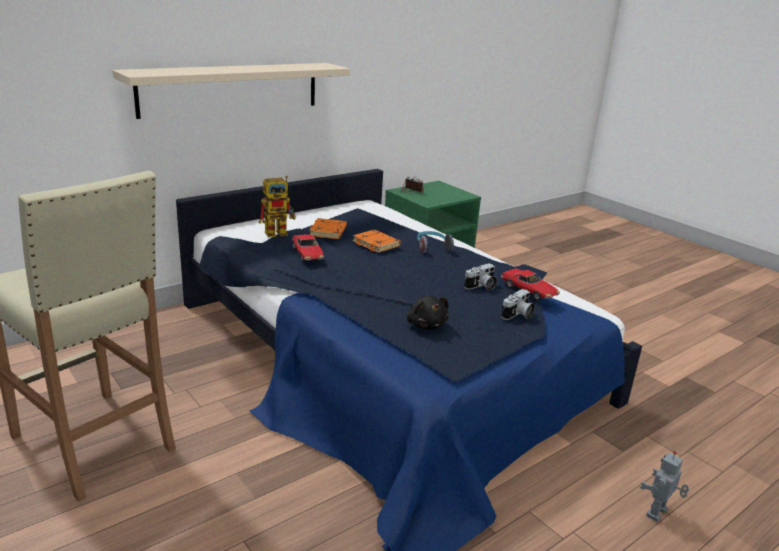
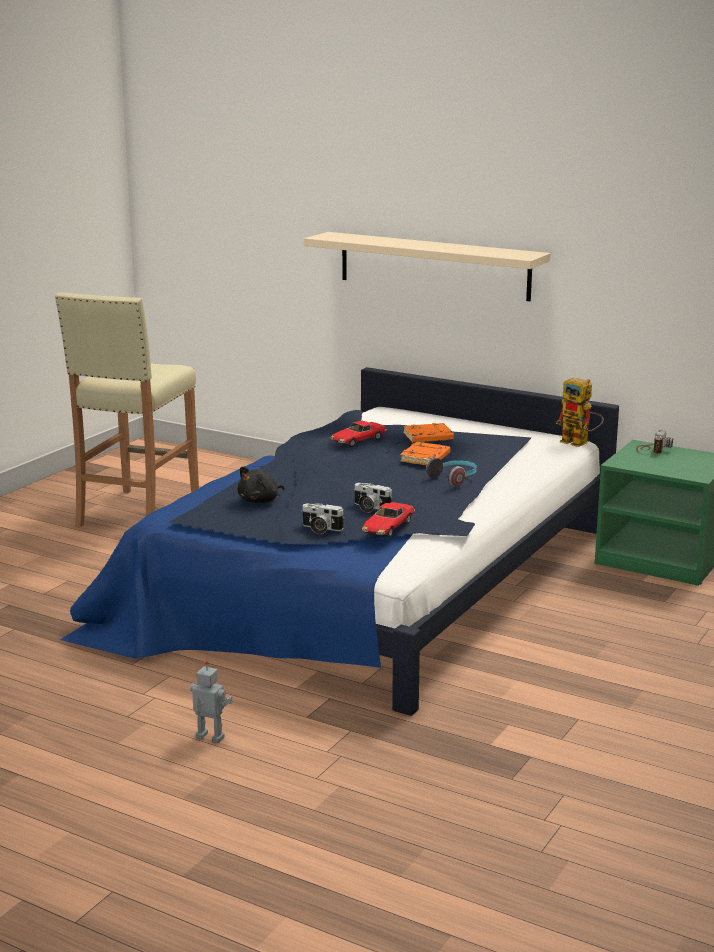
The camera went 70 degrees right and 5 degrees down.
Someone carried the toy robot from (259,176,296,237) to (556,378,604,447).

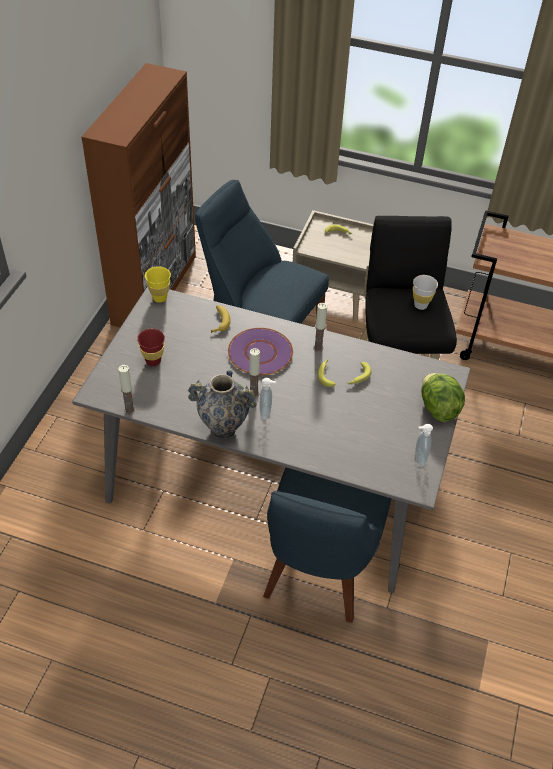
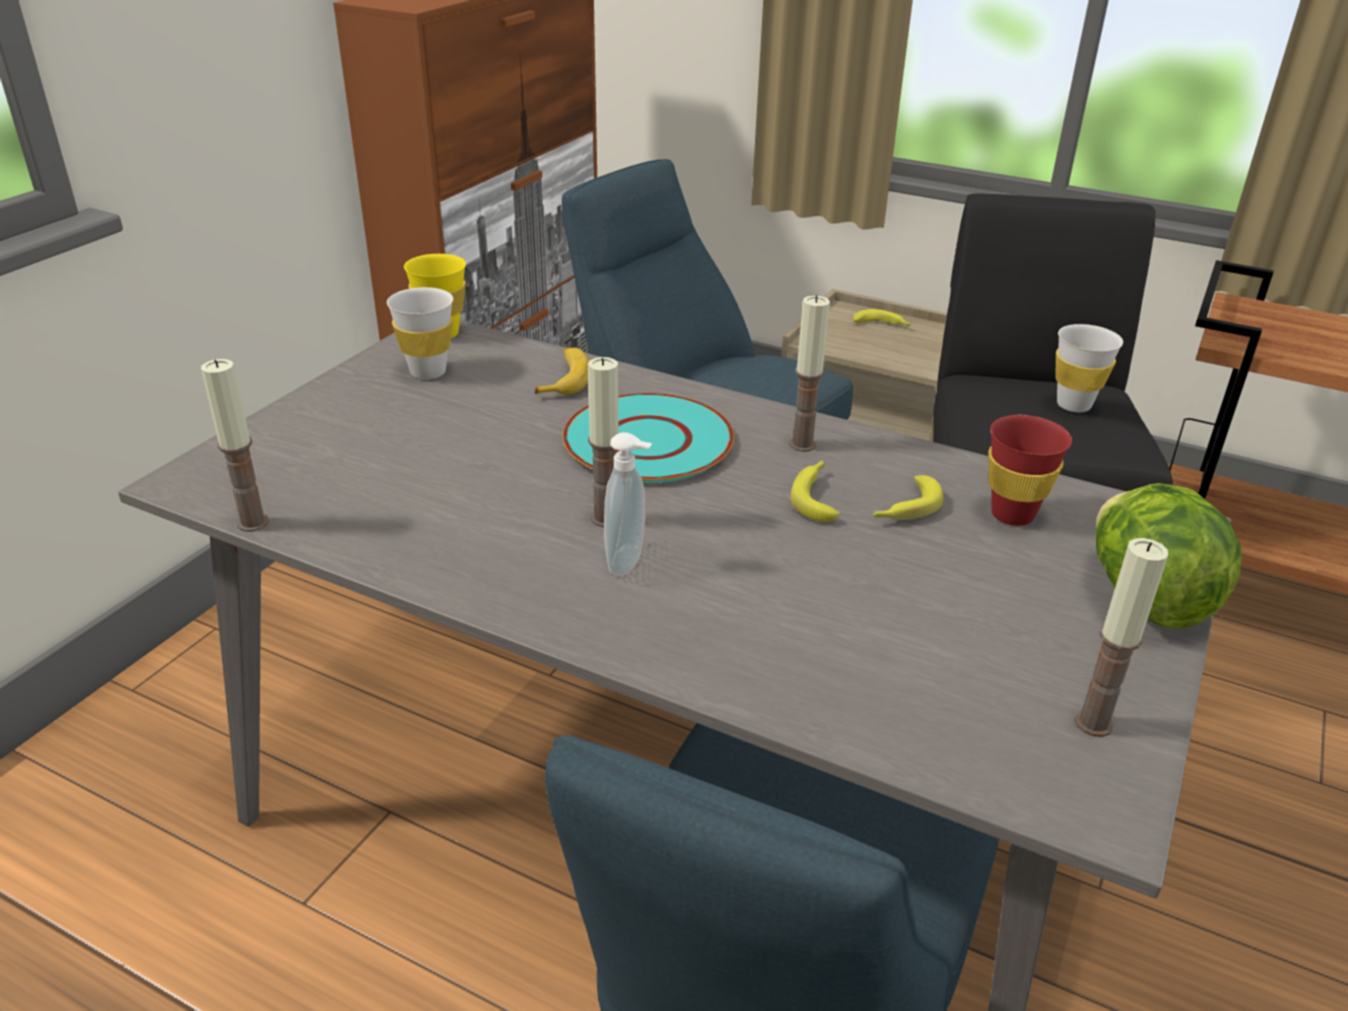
The camera went 10 degrees right and 15 degrees down.
Someone carried the cup/red from (137,329,165,366) to (988,415,1072,526).
Someone took away the vase at (188,370,257,439).
Someone repainted the plate/purple at (228,328,293,375), which became the plate/turquoise at (562,393,734,483).
Someone swapped the soap dispenser at (415,424,433,466) for the candle at (1074,538,1169,737).
Someone put down the cup/white at (387,287,453,379).

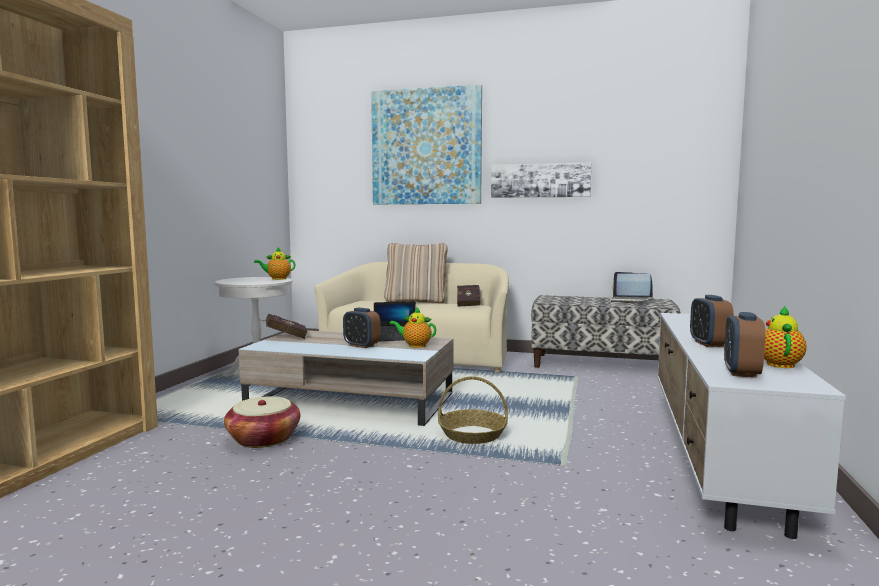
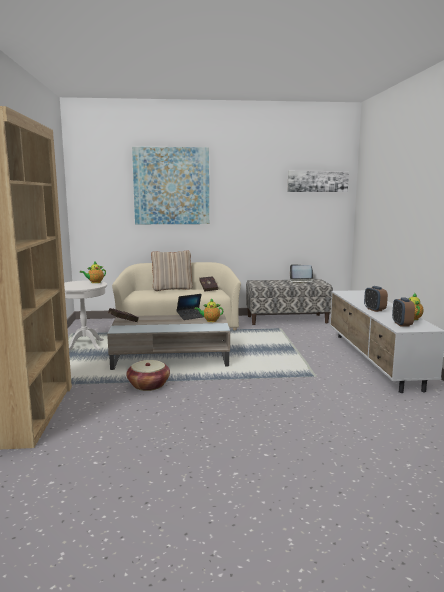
The camera went 20 degrees left and 5 degrees up.
Someone took away the alarm clock at (343,308,381,348).
Someone took away the basket at (438,376,508,444).
Someone carried the picture from (491,163,591,198) to (288,171,349,192).

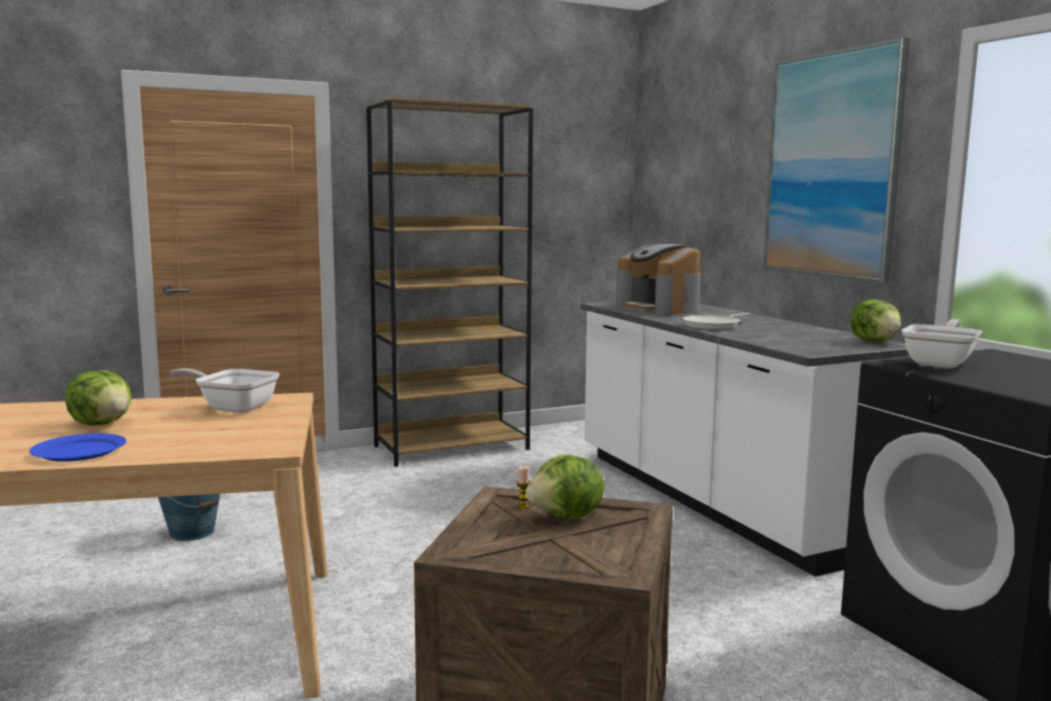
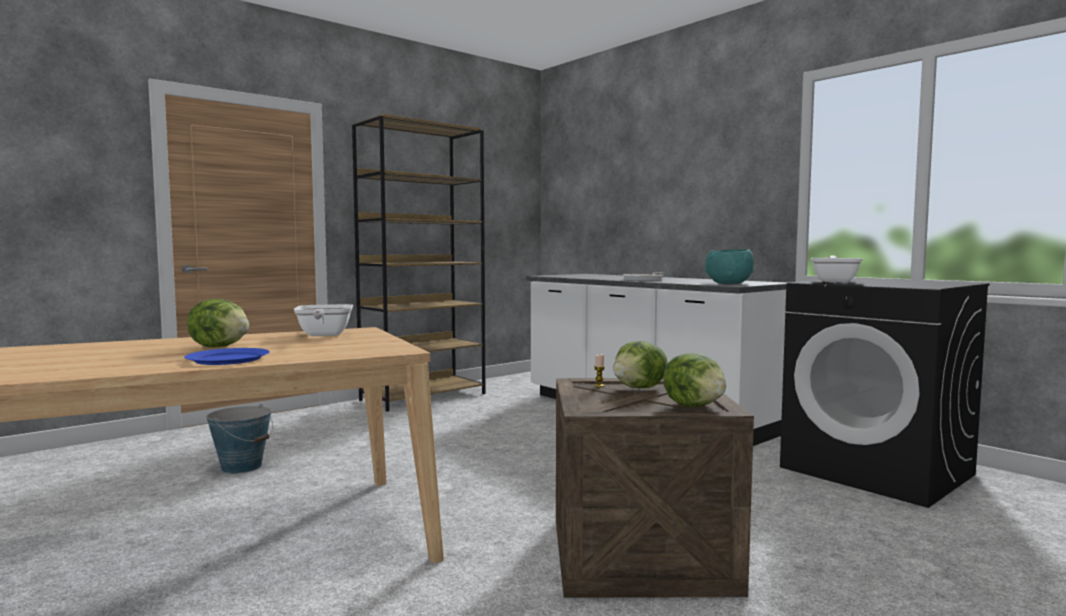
The camera went 15 degrees left and 5 degrees down.
Someone rotated the frying pan at (170,368,280,413) by 105 degrees counterclockwise.
Someone took away the coffee machine at (616,244,701,315).
Someone took away the picture at (763,37,910,283).
Someone carried the lettuce from (850,299,901,342) to (663,353,726,407).
Someone put down the bowl/turquoise at (705,249,754,284).

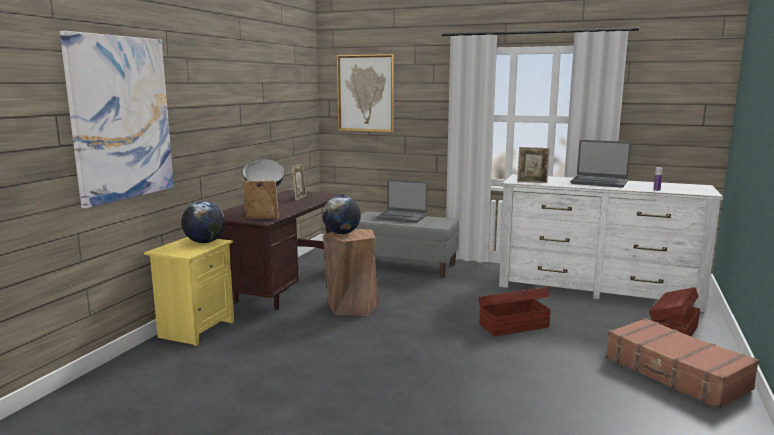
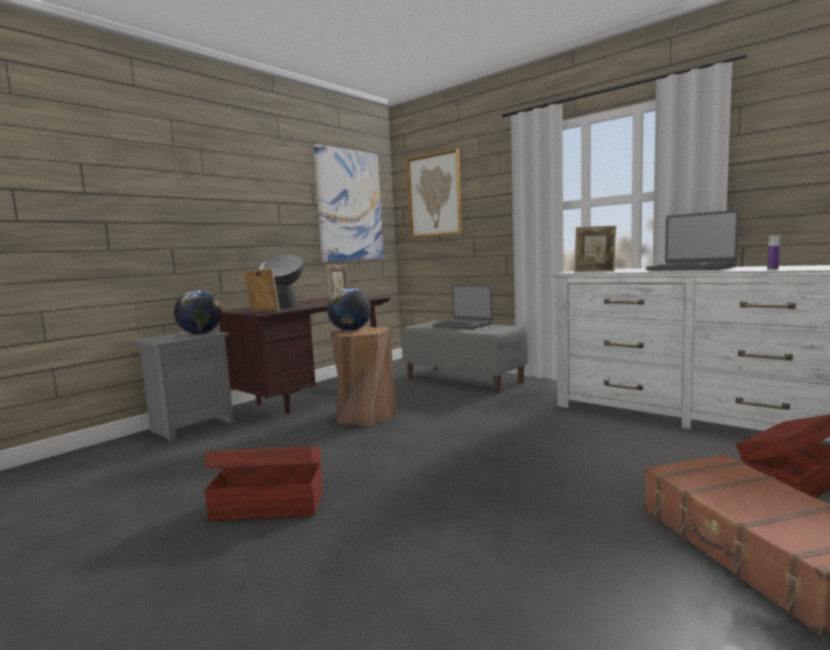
The camera went 20 degrees right and 5 degrees down.
Someone carried the picture from (60,31,174,208) to (313,144,384,261).
Someone repainted the nightstand/yellow at (144,237,234,346), which became the nightstand/grey at (132,331,234,442).
Someone carried the storage box/brown from (478,287,550,336) to (204,446,323,521).

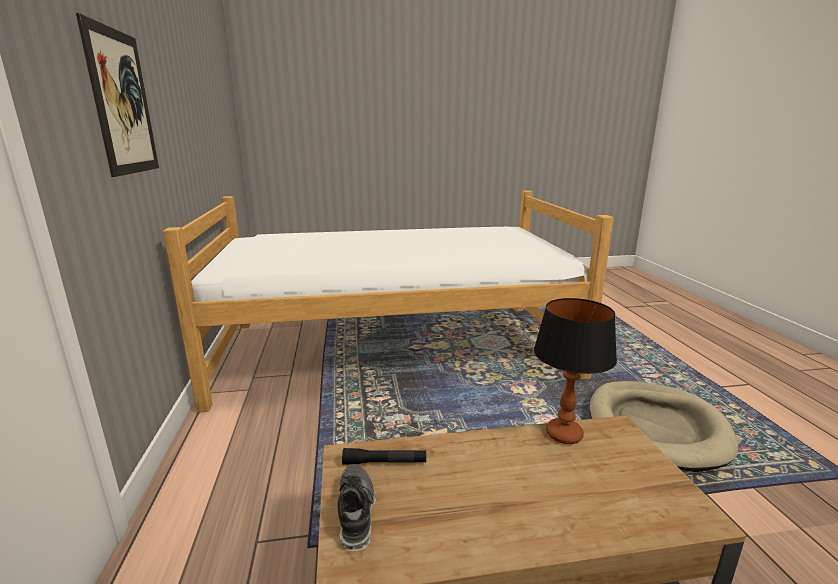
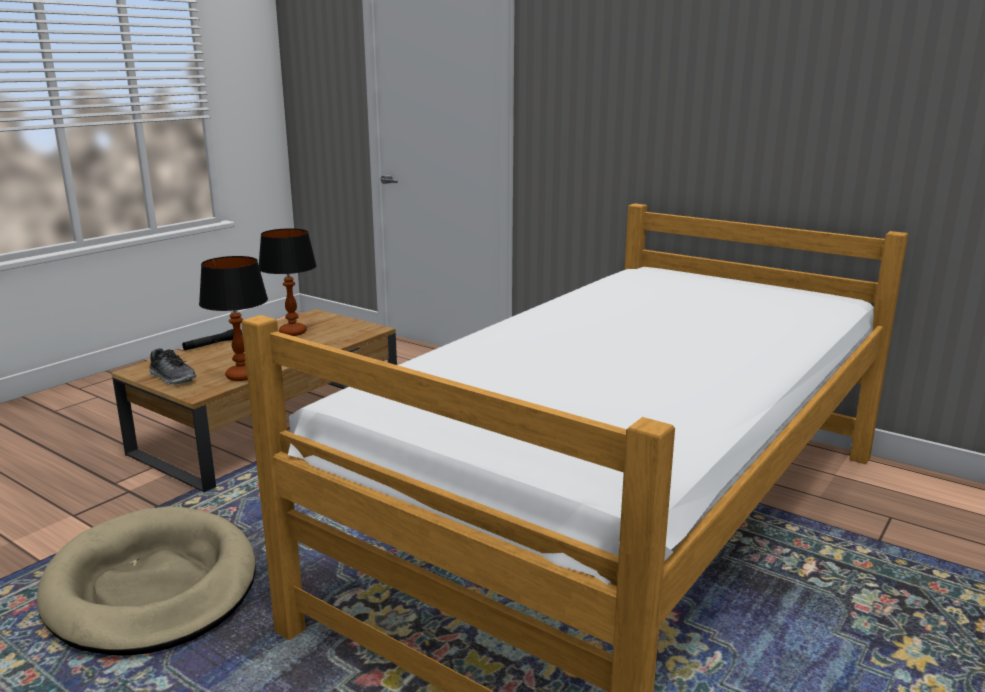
The camera went 135 degrees right and 0 degrees up.
Someone took away the picture at (76,13,159,177).
Someone carried the shoe from (337,464,376,551) to (149,348,196,385).
Someone carried the flashlight/black from (342,448,426,465) to (182,329,242,351).
Someone put down the table lamp at (259,228,317,336).

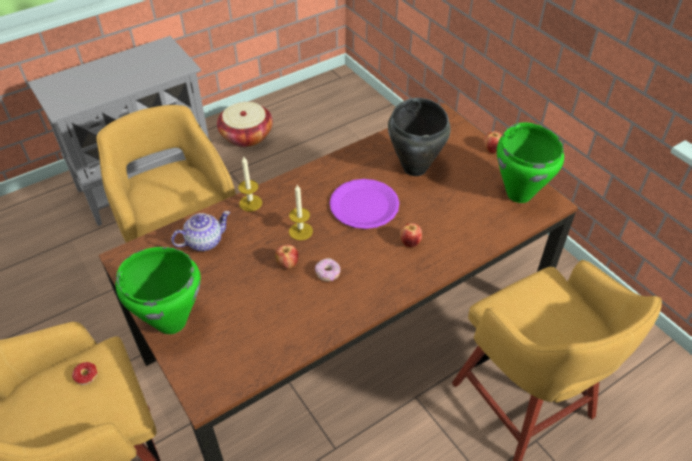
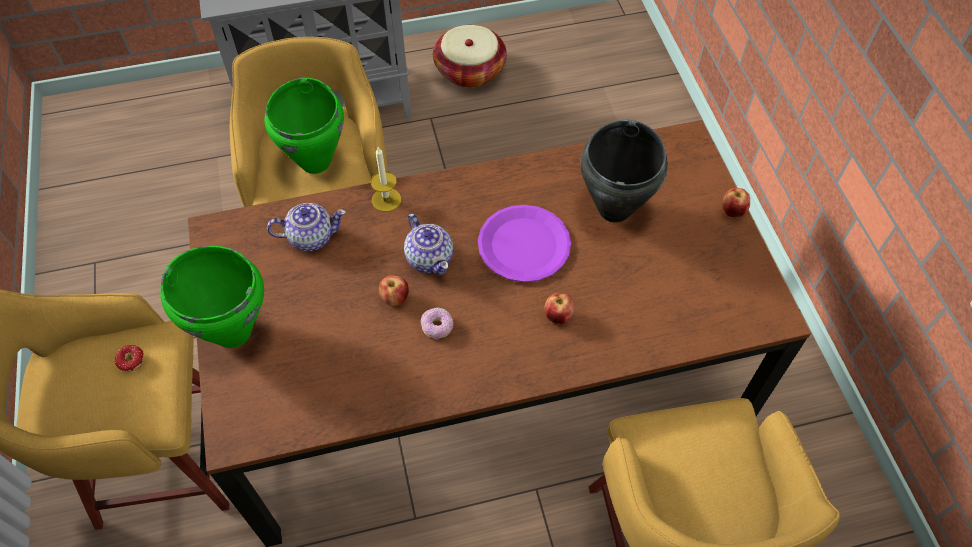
The camera went 20 degrees right and 10 degrees up.
Someone swapped the candle at (289,185,313,240) for the teapot at (404,213,453,275).
Someone carried the cooking pot/green from (497,123,564,203) to (264,78,344,174).

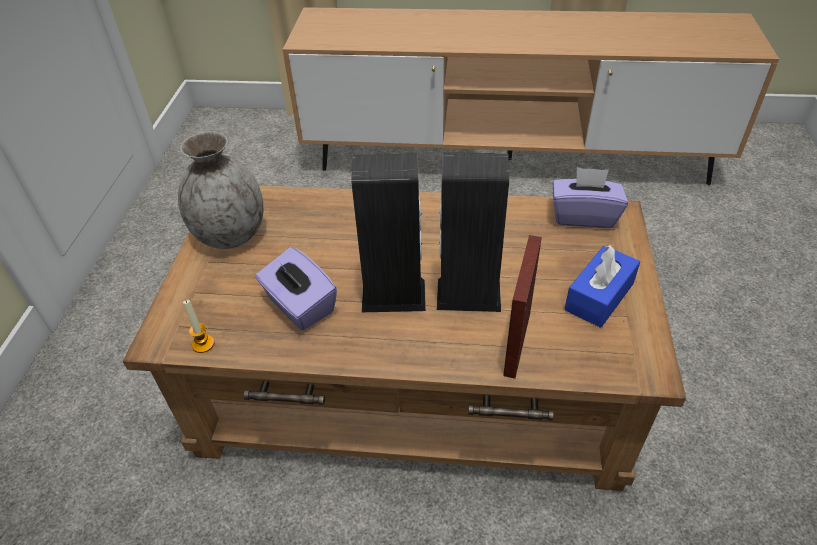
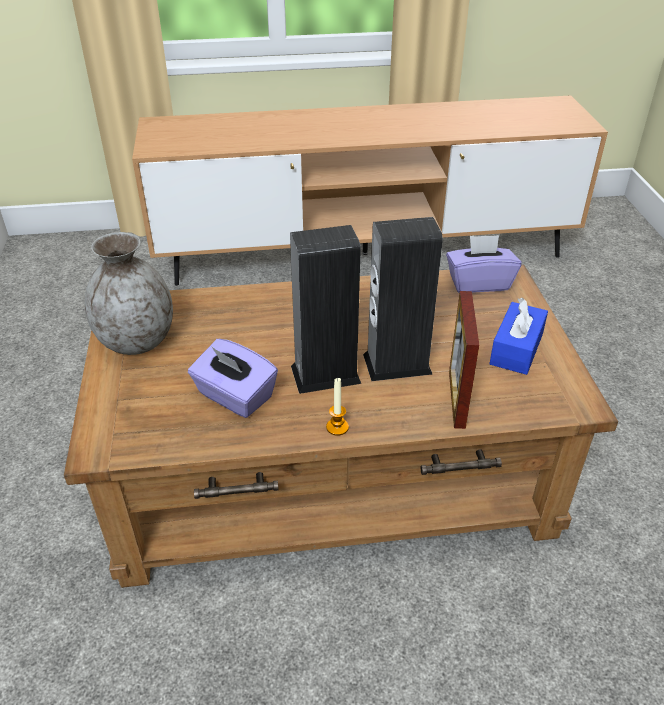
The camera went 15 degrees left and 5 degrees down.
Someone carried the candle from (183,300,215,353) to (326,378,349,436).

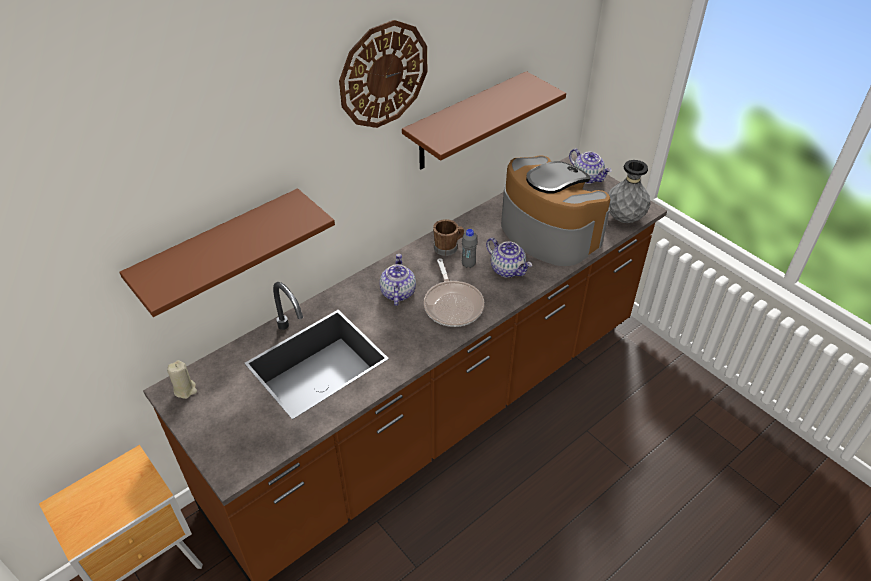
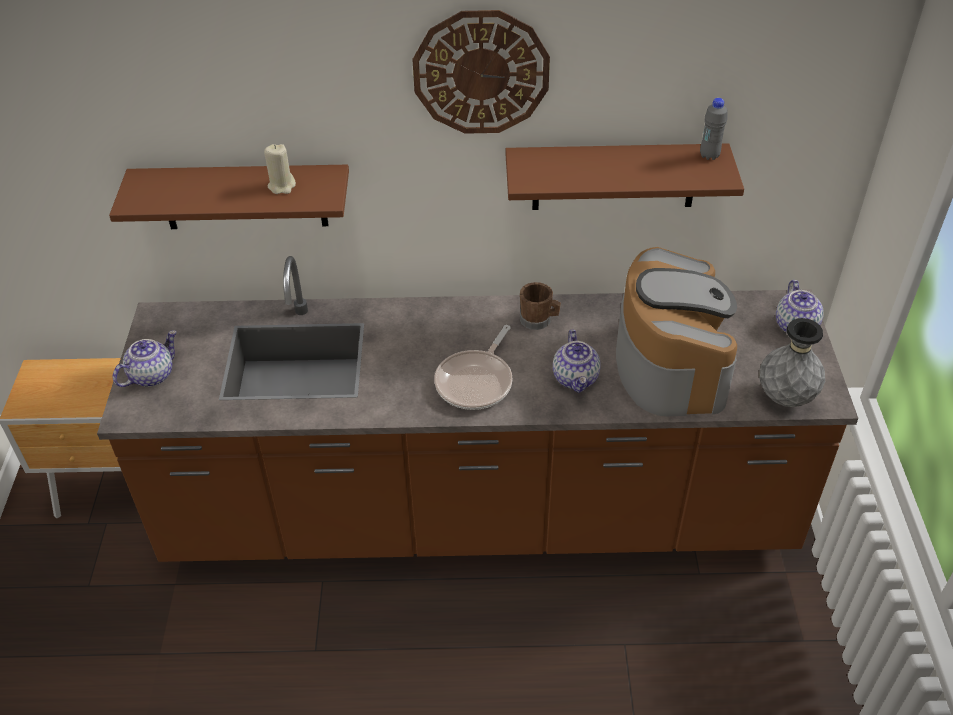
The camera went 40 degrees right and 0 degrees up.
Someone carried the candle/beige from (167,360,197,399) to (264,144,296,194).
Someone carried the teapot from (380,254,416,306) to (113,330,177,387).
Someone carried the bottle/grey from (462,229,477,268) to (700,98,728,160).

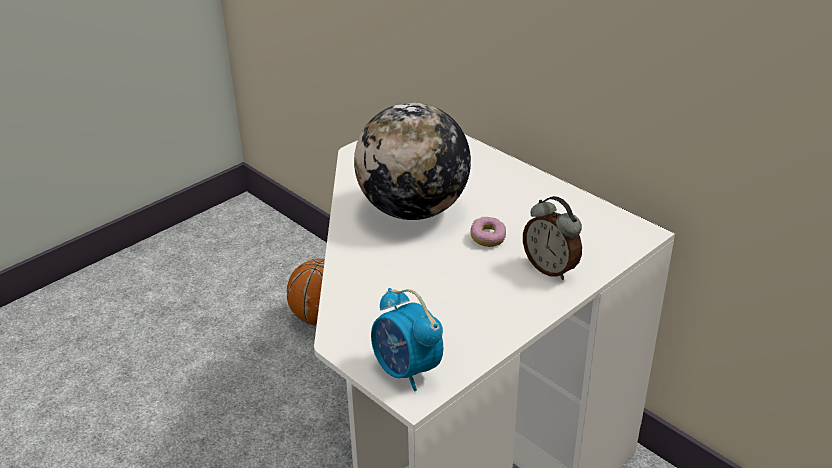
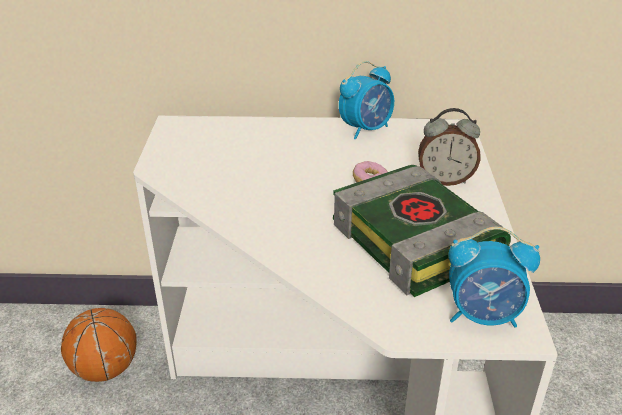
The camera went 45 degrees left and 0 degrees up.
Someone took away the globe at (354,102,471,220).
Someone put down the book at (333,165,511,297).
Someone put down the alarm clock at (339,61,394,140).

